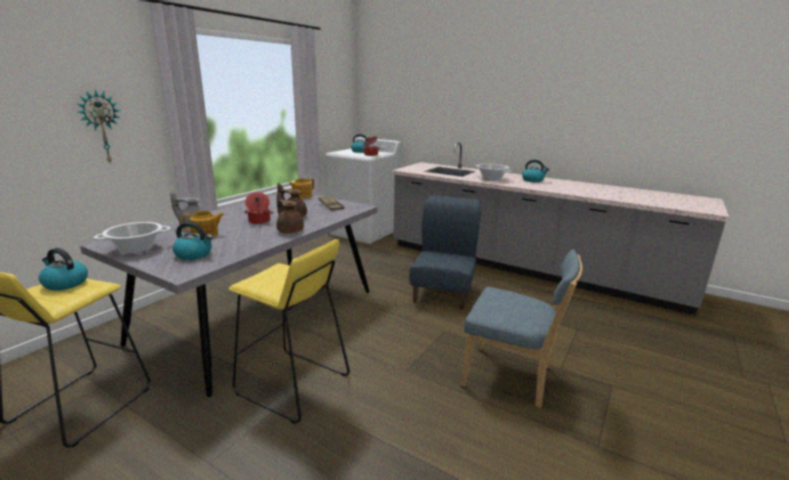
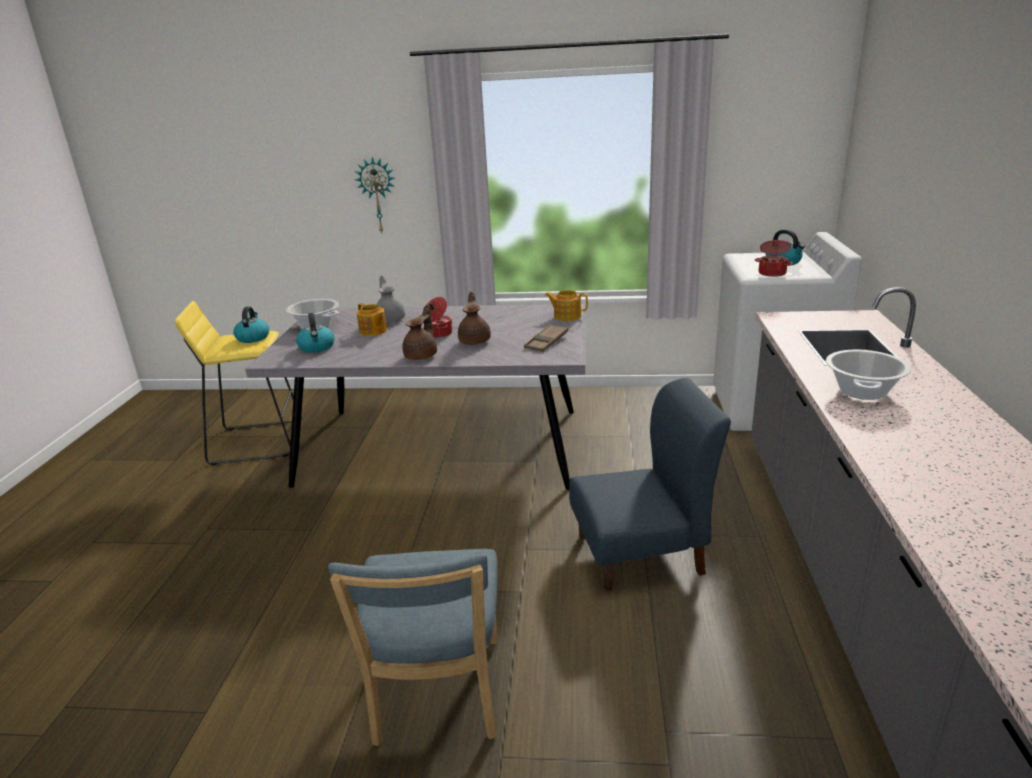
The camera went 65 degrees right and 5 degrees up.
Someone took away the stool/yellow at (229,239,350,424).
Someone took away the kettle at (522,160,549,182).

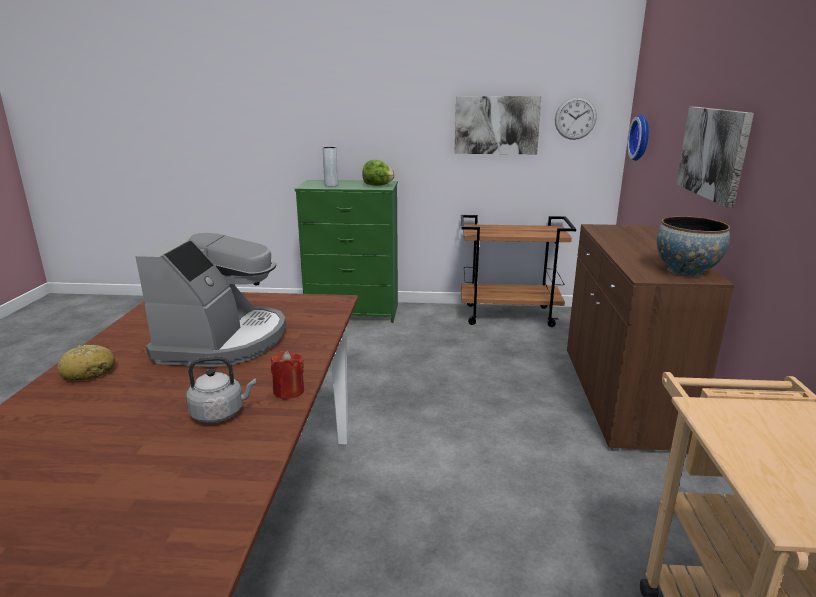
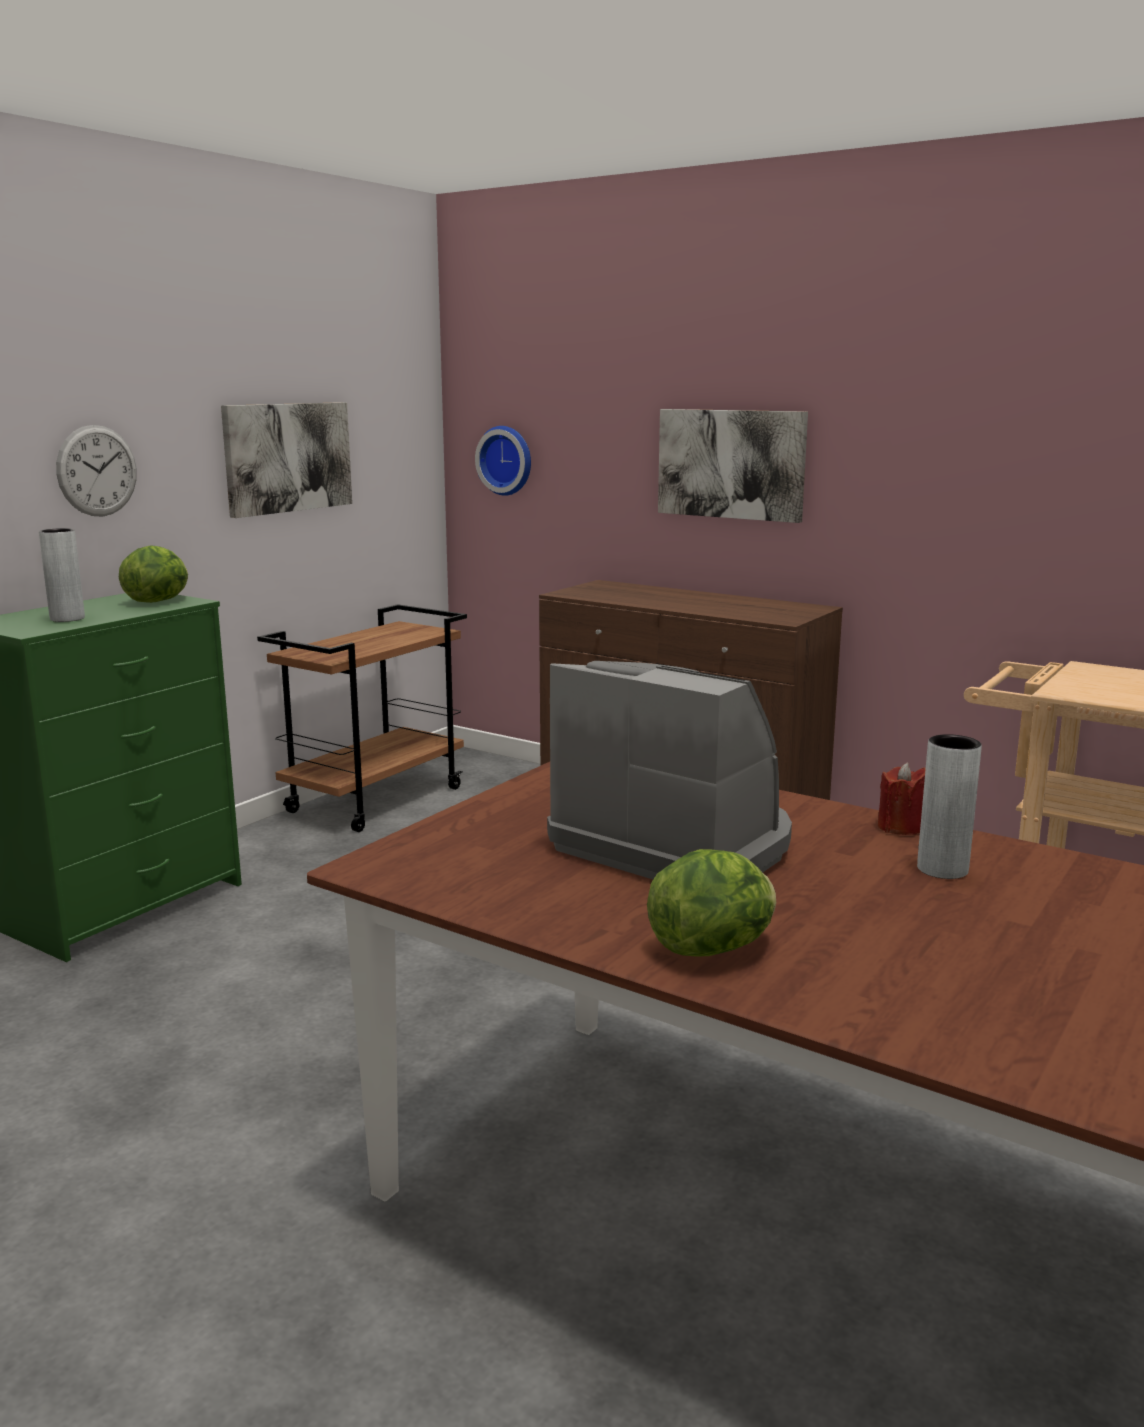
The camera went 60 degrees left and 5 degrees down.
Someone swapped the bread at (58,345,115,381) for the lettuce at (647,849,776,957).
Someone swapped the kettle/grey at (186,356,256,423) for the vase/grey at (917,734,982,879).
Someone carried the wall clock from (555,97,597,140) to (56,425,137,516).
Someone took away the bowl at (657,216,730,277).

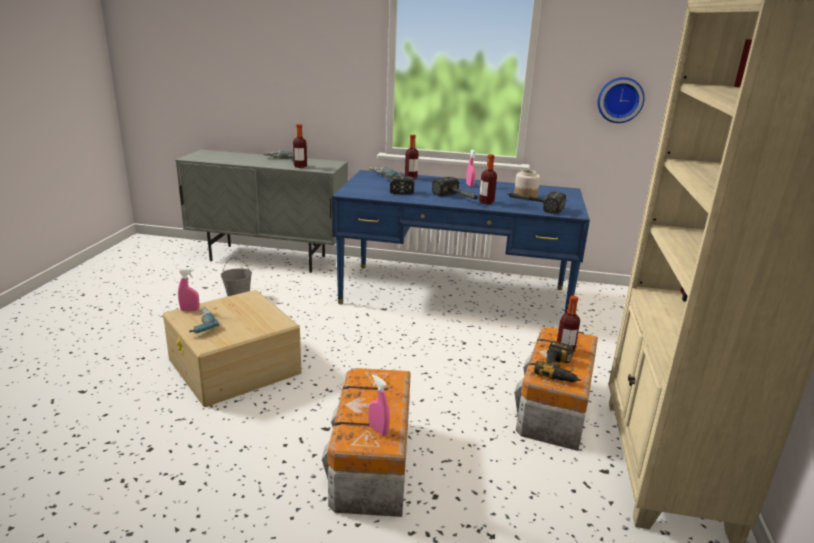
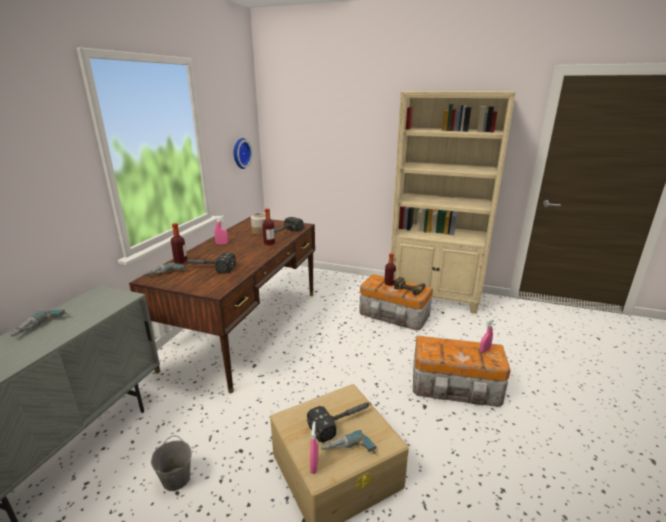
The camera went 80 degrees left and 0 degrees up.
Someone took away the bottle at (293,124,307,168).
Someone repainted the desk/blue at (332,170,590,313), which became the desk/brown at (129,217,315,393).
Someone carried the hammer from (432,177,479,199) to (307,402,370,442).

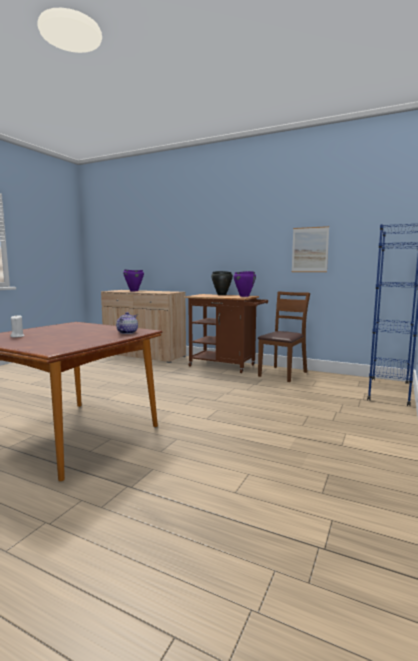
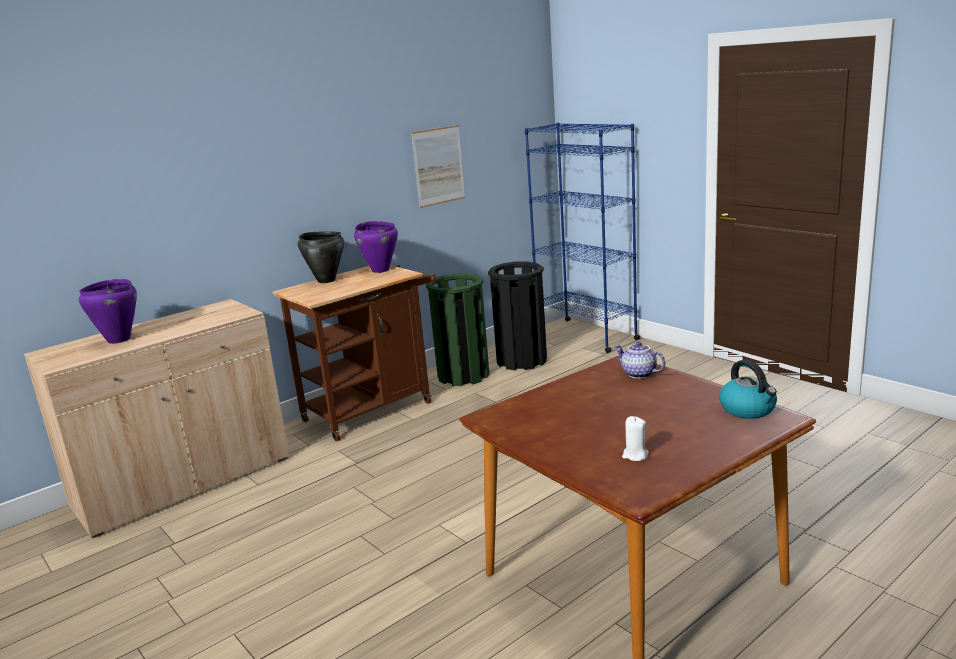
The camera went 65 degrees left and 10 degrees up.
Someone swapped the chair/brown at (258,292,310,382) for the trash can/green at (426,273,489,386).
Someone put down the trash can/black at (488,261,547,370).
Someone put down the kettle at (719,360,777,419).

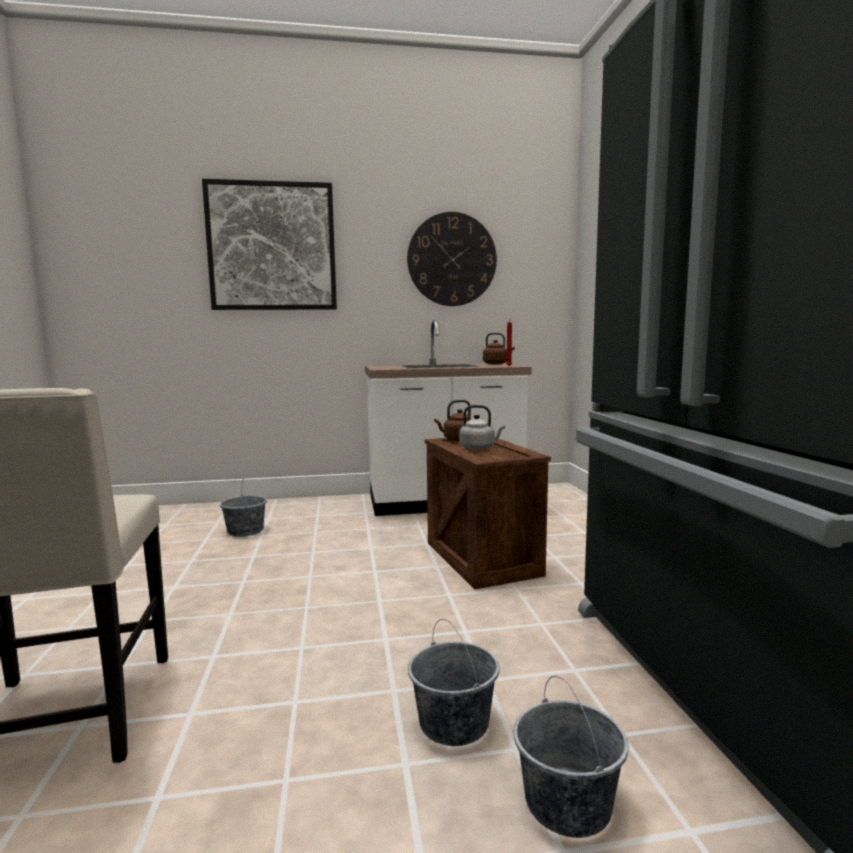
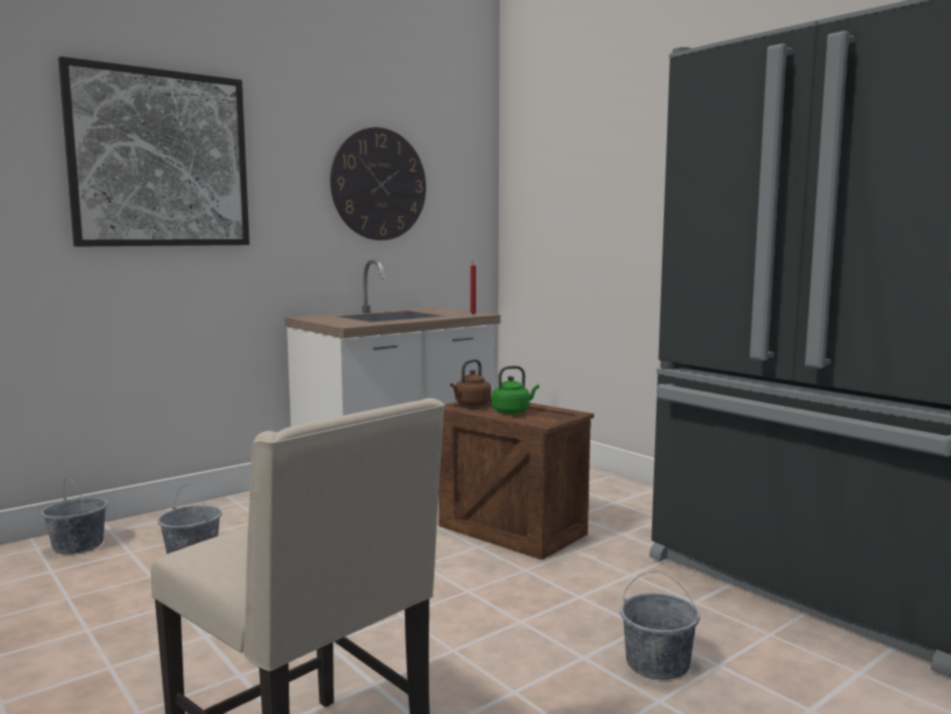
The camera went 30 degrees left and 0 degrees up.
Someone repainted the kettle/grey at (459,405,505,450), which became the kettle/green at (492,366,539,414).
Someone took away the kettle/brown at (483,332,515,364).
Someone carried the bucket/grey from (513,676,629,838) to (41,477,108,554).

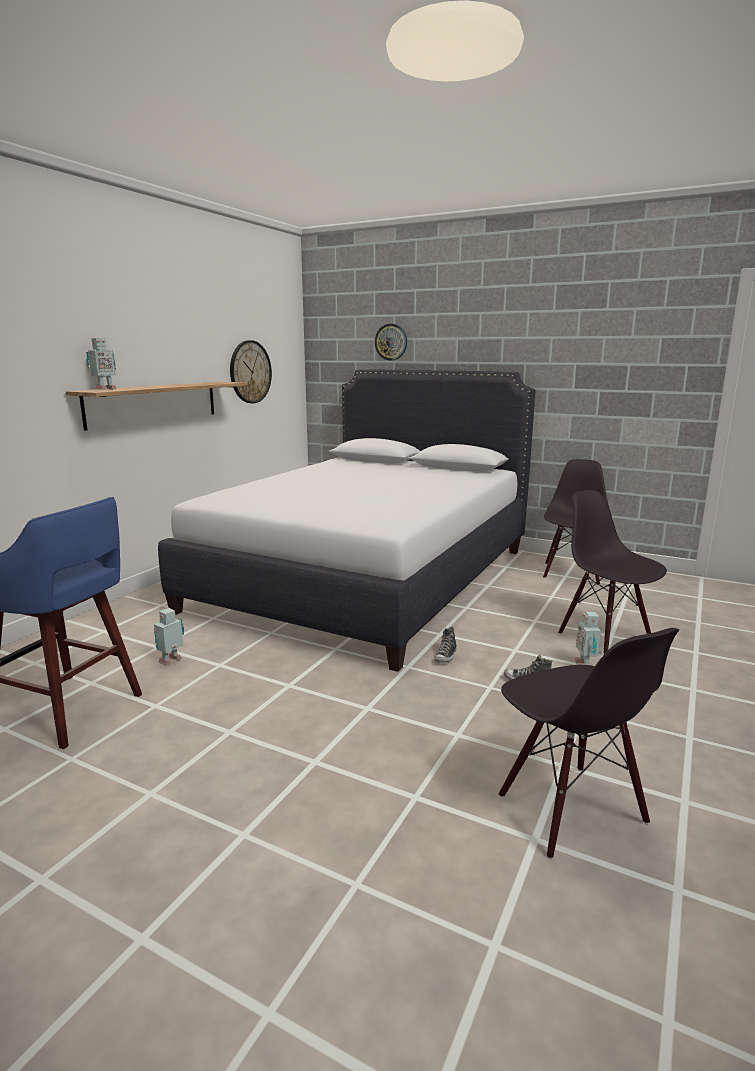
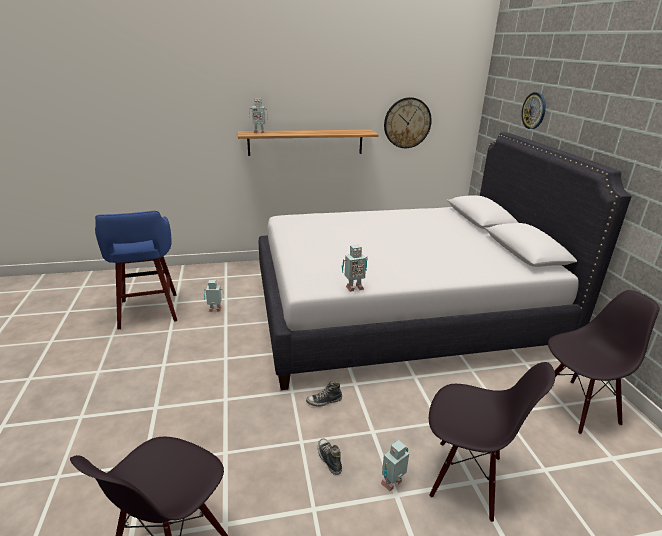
The camera went 50 degrees right and 10 degrees up.
Someone rotated the chair/black at (558,490,667,654) by 90 degrees clockwise.
Someone put down the toy robot at (342,245,368,292).

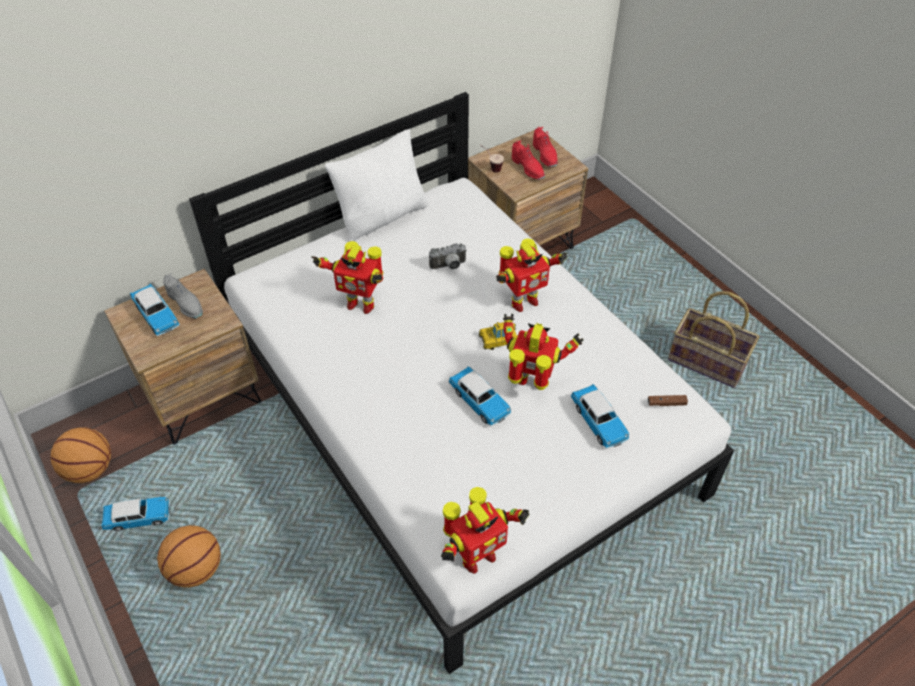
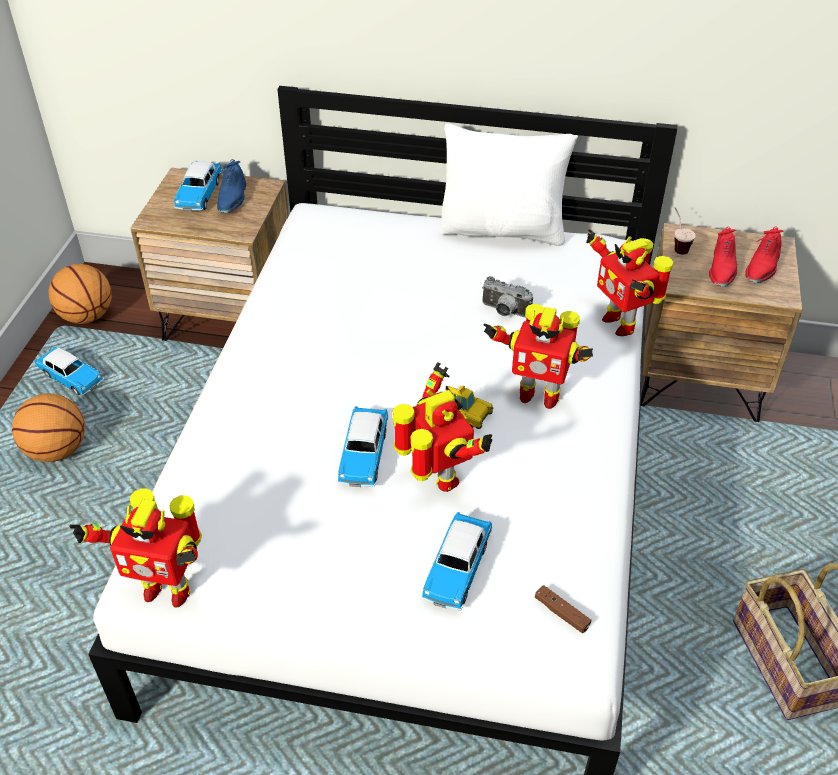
The camera went 45 degrees right and 5 degrees down.
Someone repainted the shoe/grey at (163,273,203,319), which became the shoe/blue at (217,159,246,214).
Someone carried the toy robot from (312,241,383,314) to (586,229,673,336).

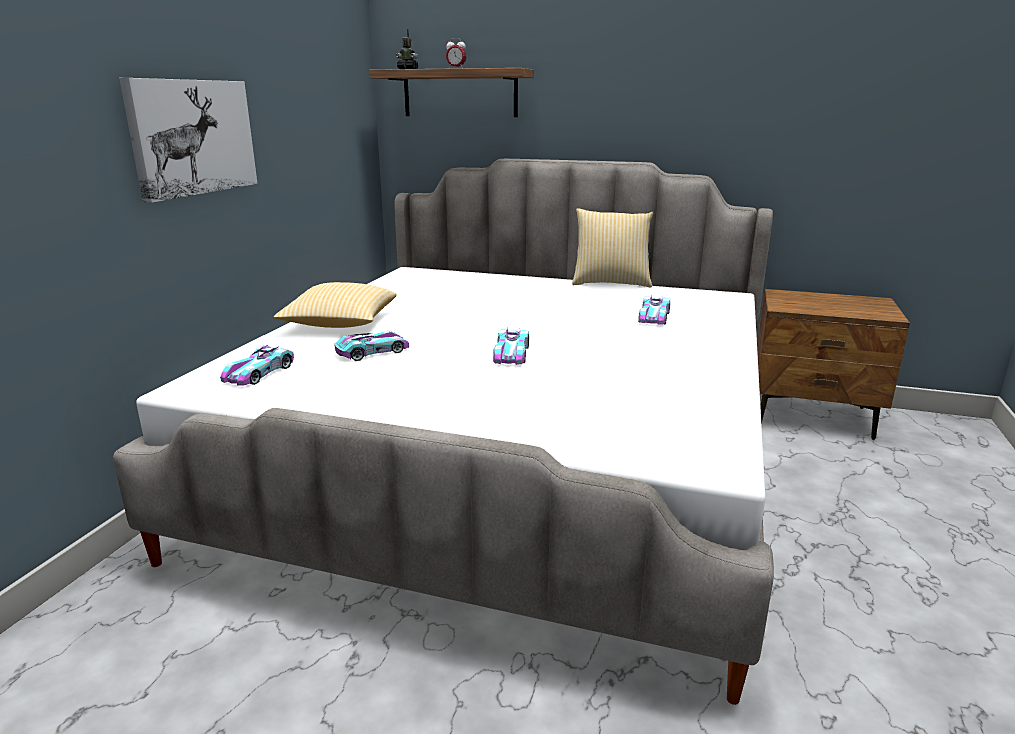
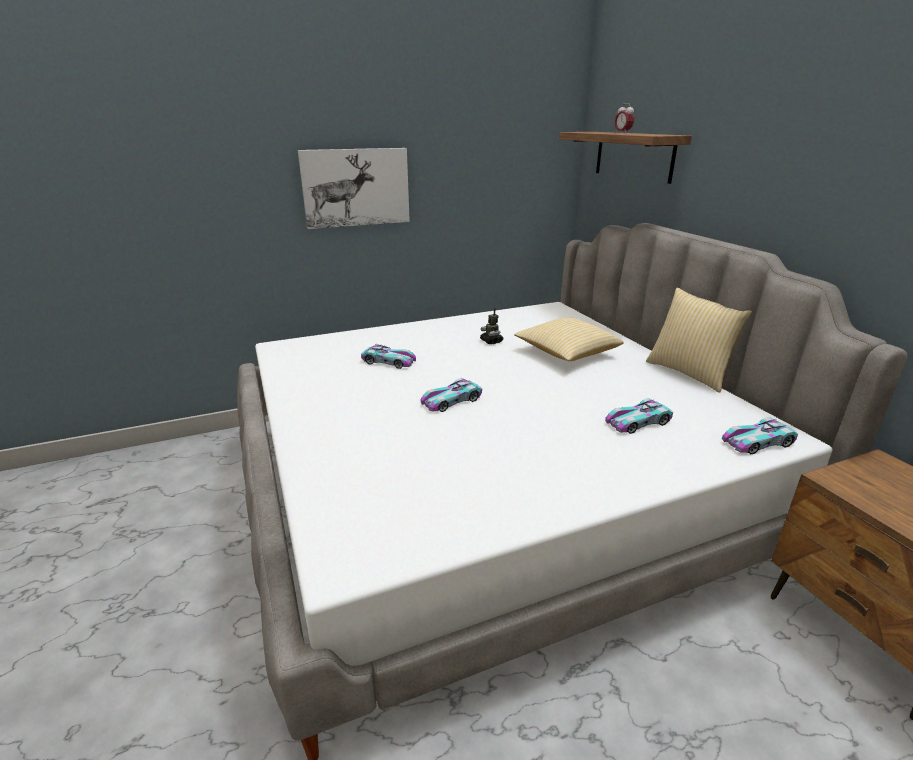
The camera went 50 degrees right and 5 degrees up.
Someone carried the toy car from (220,345,294,386) to (722,417,798,454).
Someone carried the pillow from (274,282,396,328) to (514,317,624,361).
Someone carried the toy robot from (395,29,418,69) to (480,308,504,344).

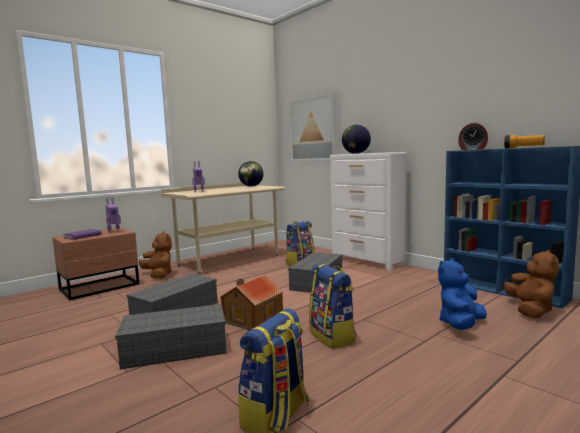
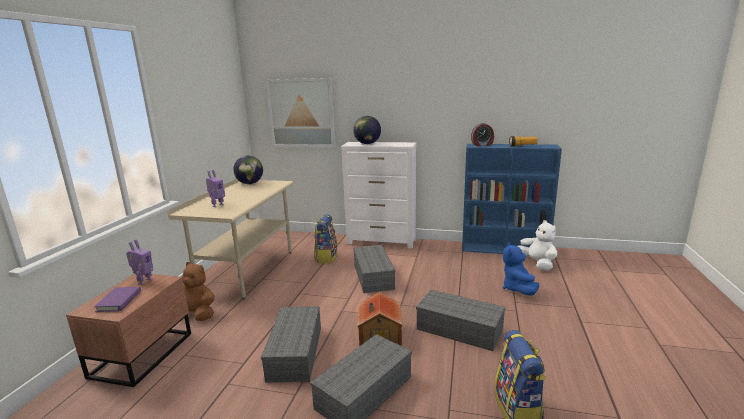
The camera went 35 degrees left and 10 degrees up.
Someone swapped the backpack at (309,263,357,349) for the storage box/grey at (416,290,506,351).
Someone repainted the plush toy/brown at (504,249,559,318), which became the plush toy/white at (517,220,557,271).

